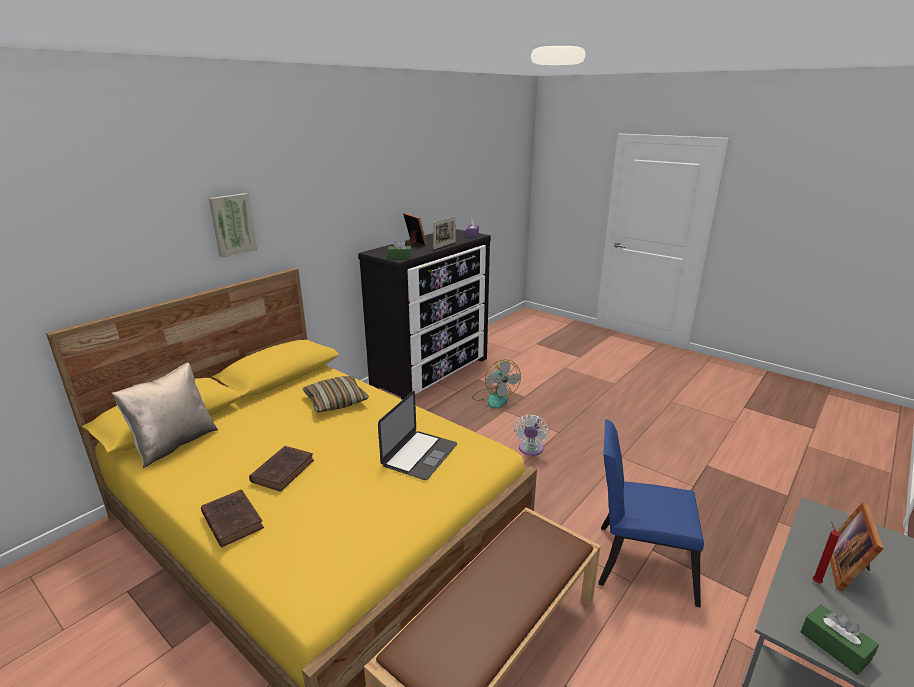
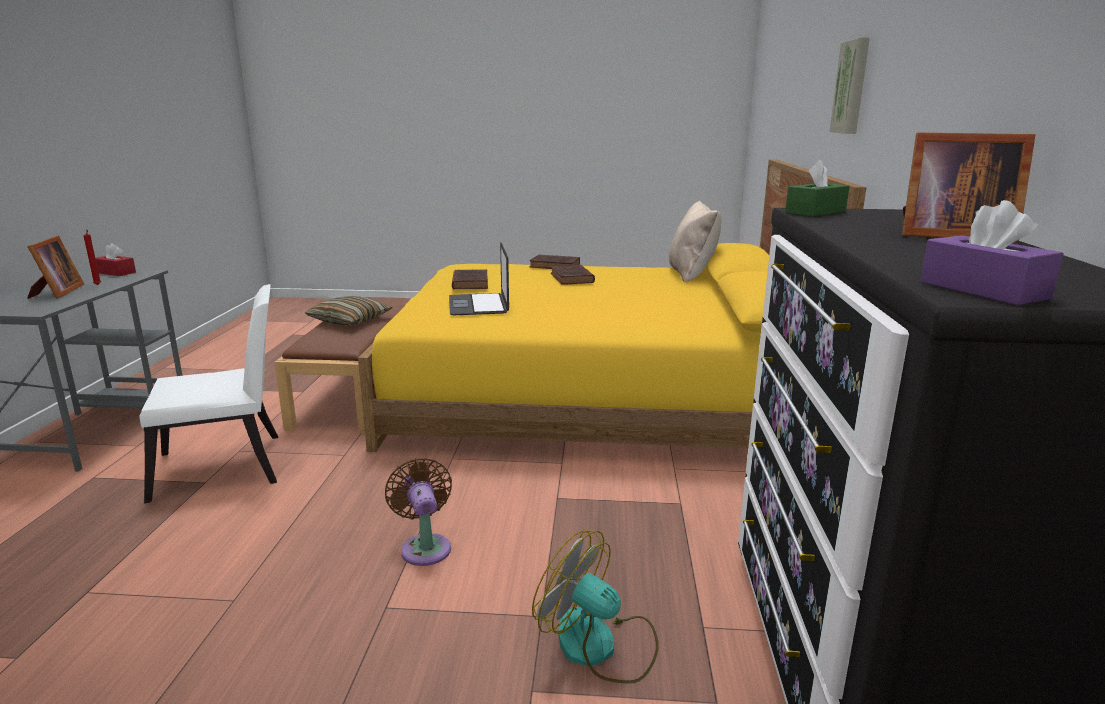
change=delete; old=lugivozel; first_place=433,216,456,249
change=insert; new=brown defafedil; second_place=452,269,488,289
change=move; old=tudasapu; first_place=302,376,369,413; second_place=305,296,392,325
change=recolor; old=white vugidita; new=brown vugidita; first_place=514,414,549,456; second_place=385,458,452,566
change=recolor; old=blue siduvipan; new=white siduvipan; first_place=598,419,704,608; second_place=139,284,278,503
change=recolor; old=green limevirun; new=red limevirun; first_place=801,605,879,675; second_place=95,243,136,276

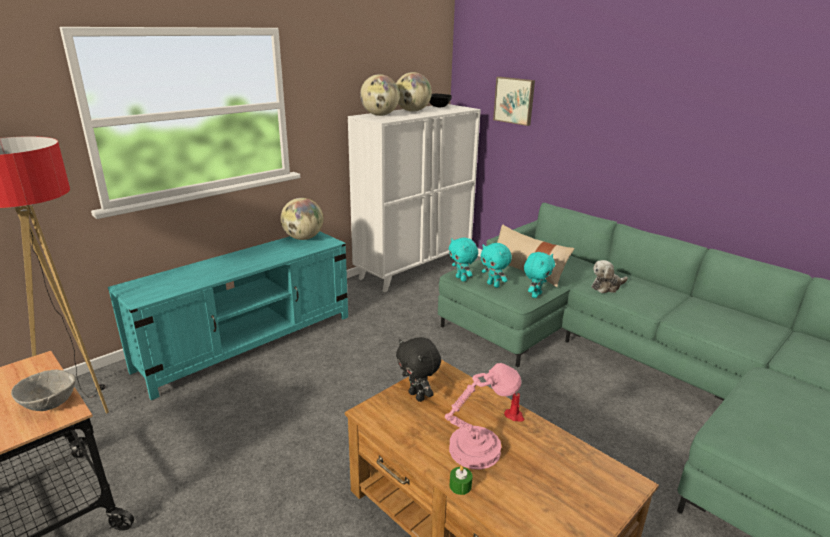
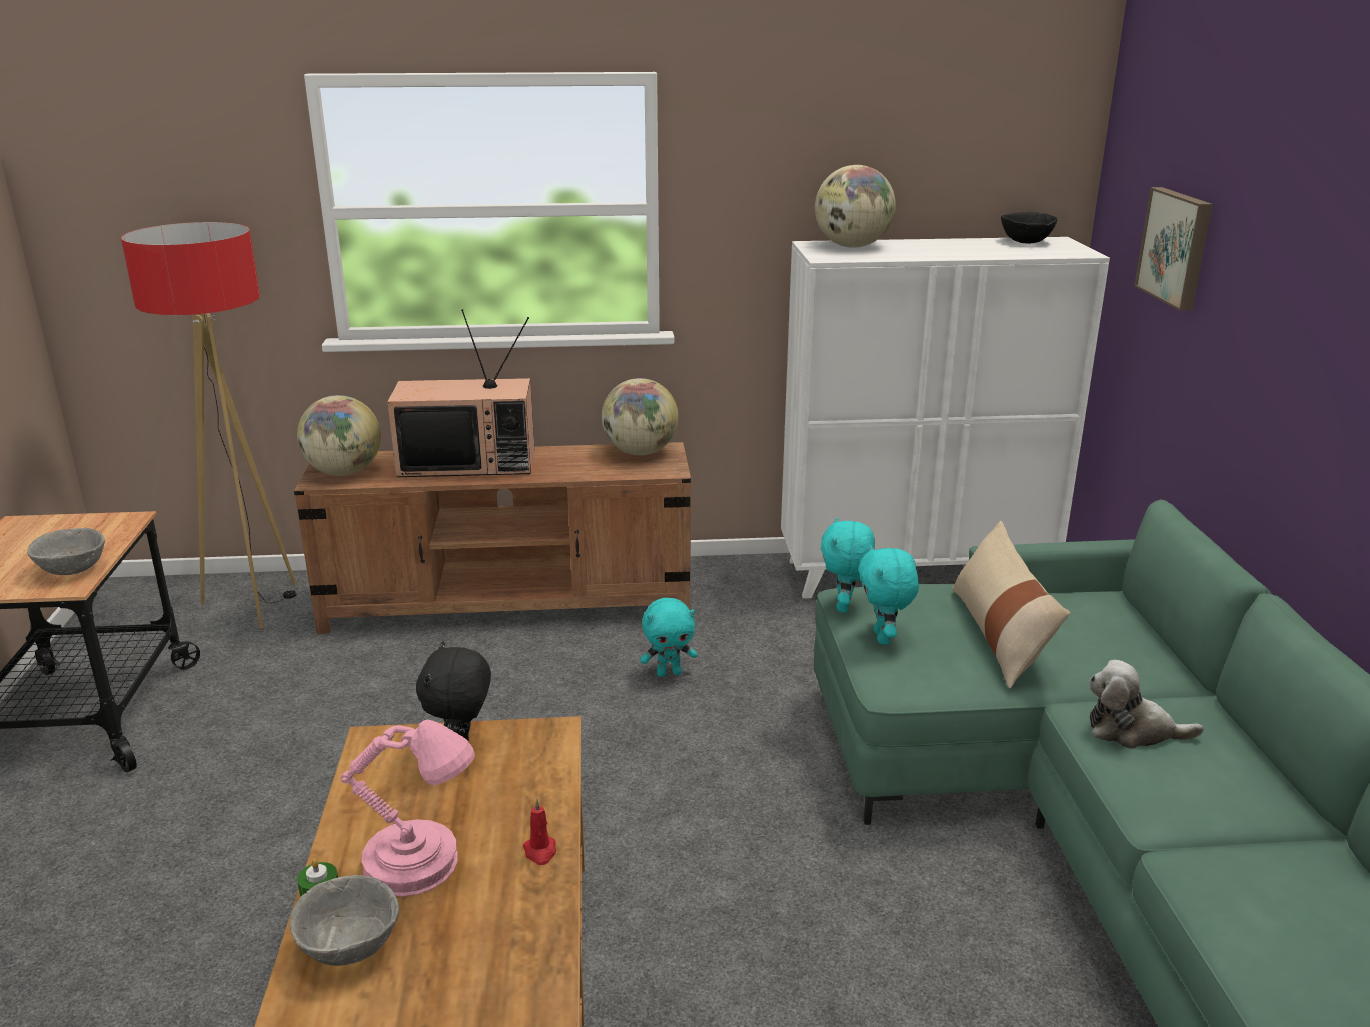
change=insert; new=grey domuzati; second_place=290,875,399,966
change=insert; new=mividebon; second_place=387,309,534,477
change=move; old=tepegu; first_place=396,72,432,112; second_place=297,395,381,476
change=move; old=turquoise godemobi; first_place=524,252,555,298; second_place=640,598,697,677
change=recolor; old=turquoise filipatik; new=brown filipatik; first_place=108,231,348,400; second_place=294,442,691,634

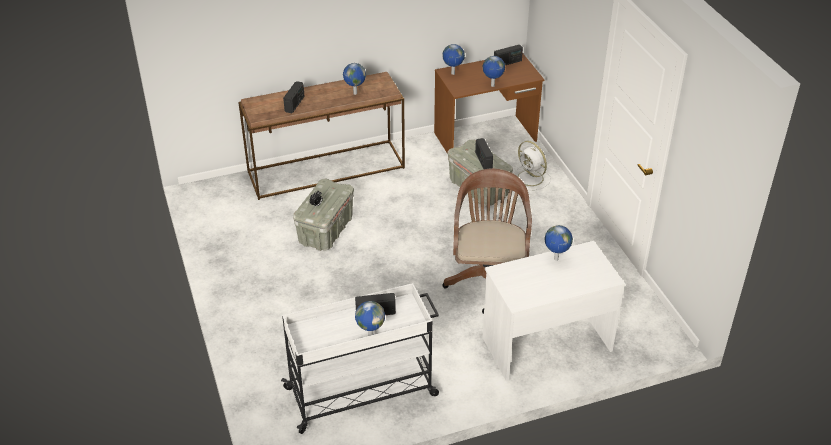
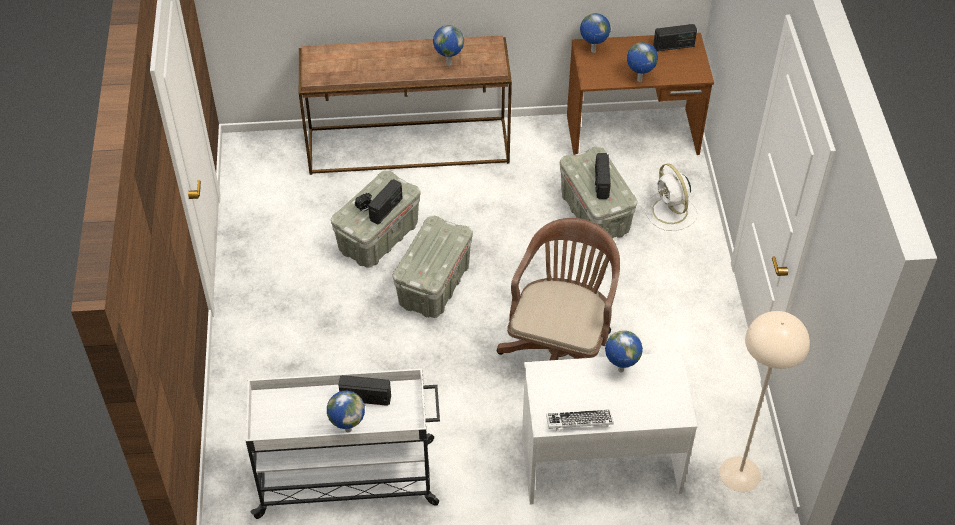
change=insert; new=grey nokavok; second_place=393,216,473,318
change=insert; new=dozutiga; second_place=546,410,614,430
change=insert; new=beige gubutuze; second_place=719,311,810,492
change=move; old=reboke; first_place=283,81,305,113; second_place=368,179,403,225

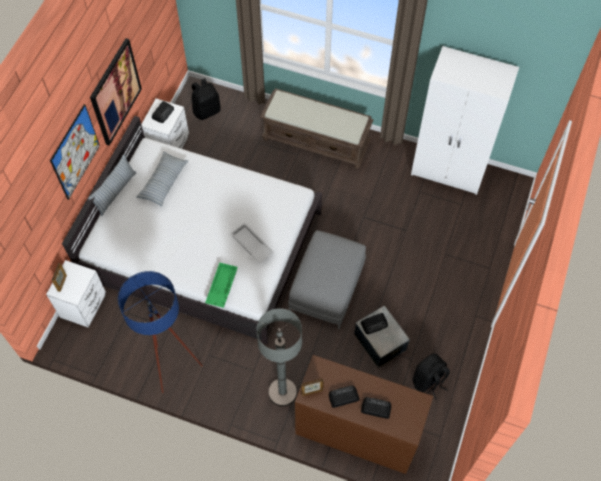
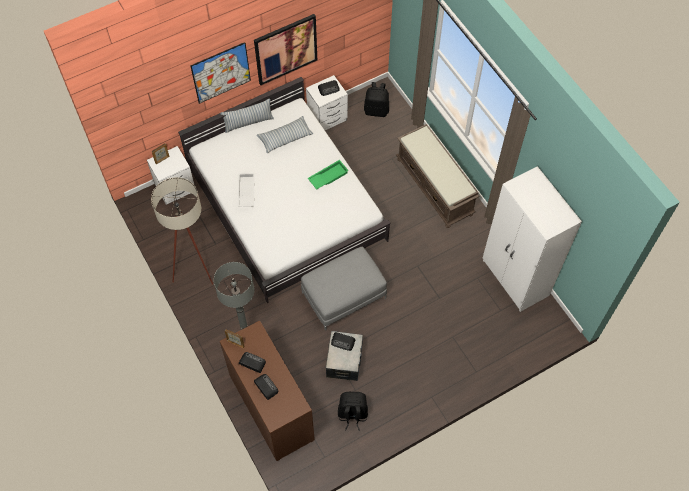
change=move; old=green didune; first_place=205,262,238,308; second_place=308,160,349,190
change=move; old=white didune; first_place=231,223,274,263; second_place=238,173,255,207
change=recolor; old=blue gubutuze; new=beige gubutuze; first_place=118,271,203,393; second_place=151,177,213,285

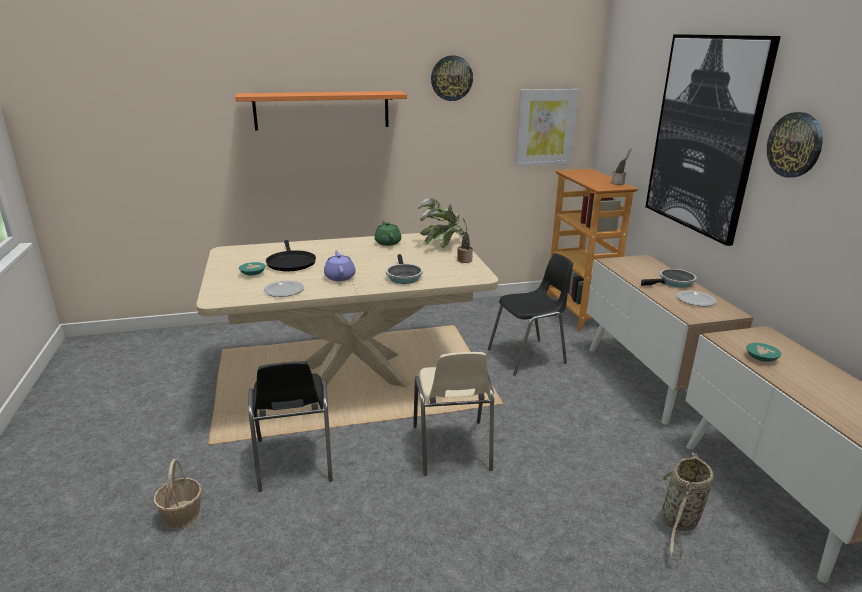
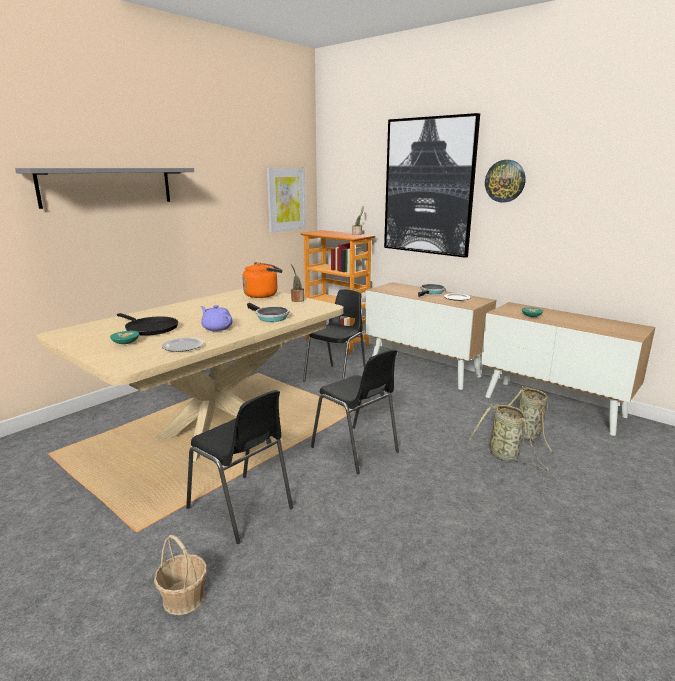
change=delete; old=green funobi; first_place=374,221,401,246
change=delete; old=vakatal; first_place=431,55,473,101
change=insert; new=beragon; second_place=469,404,550,471
change=replace; old=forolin; new=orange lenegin; first_place=418,198,465,248; second_place=242,262,282,298
change=recolor; old=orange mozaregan; new=grey mozaregan; first_place=235,91,407,131; second_place=15,168,194,209
change=recolor; old=beige siduvipan; new=black siduvipan; first_place=413,352,494,476; second_place=311,349,399,474

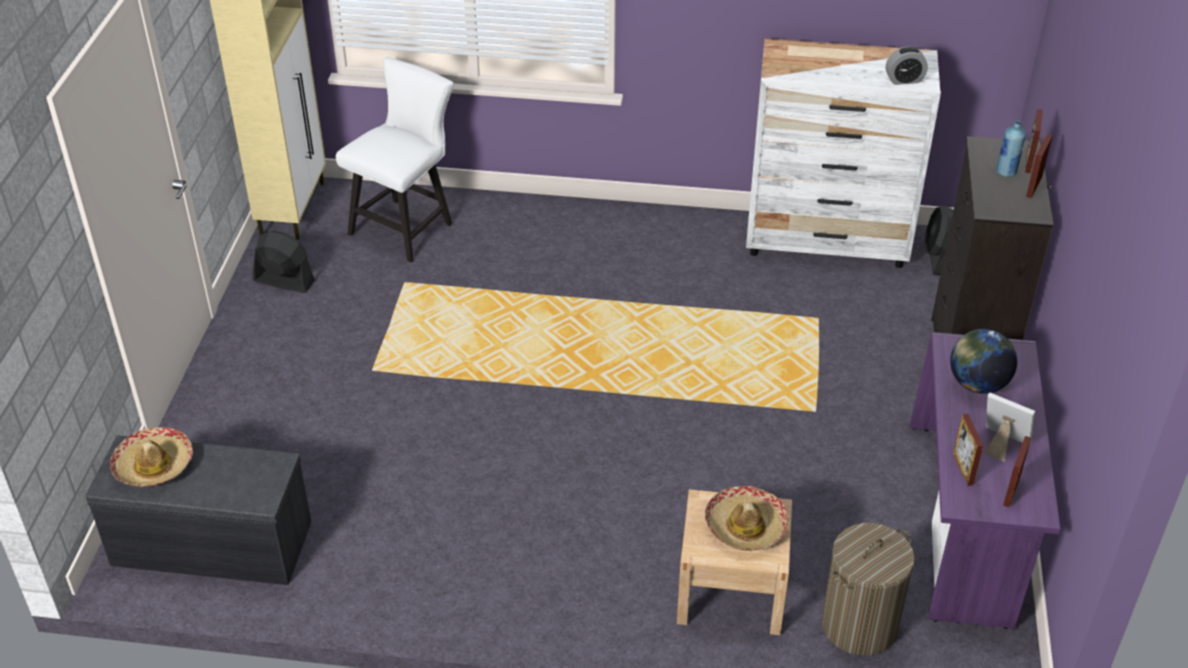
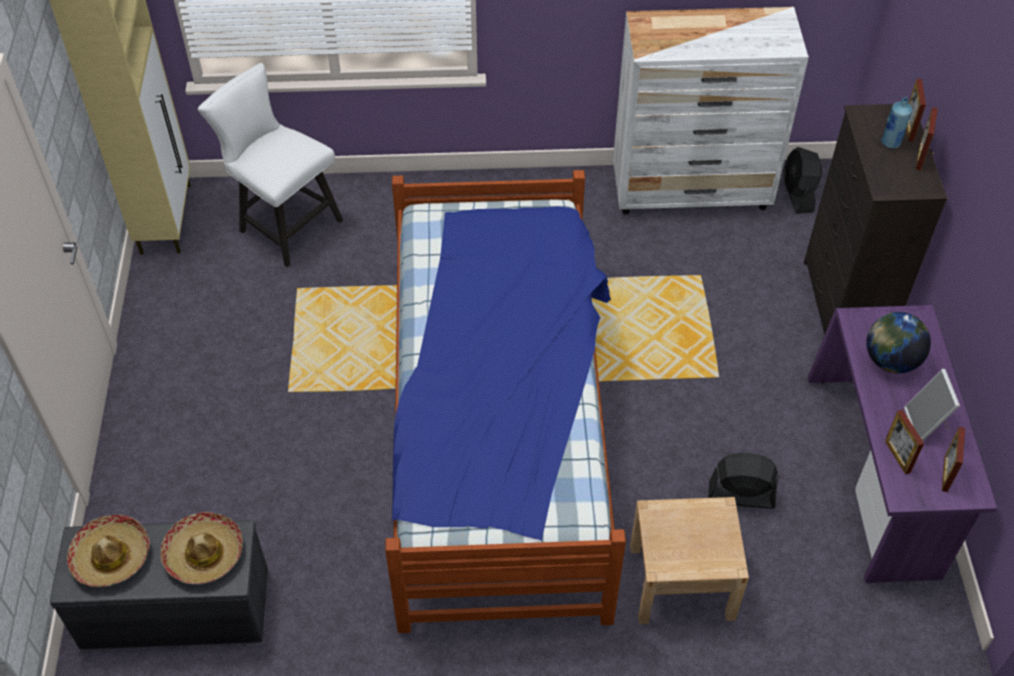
change=delete; old=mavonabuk; first_place=822,523,915,655
change=delete; old=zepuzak; first_place=886,47,928,85
change=insert; new=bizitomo; second_place=385,170,626,633
change=move; old=black vugidita; first_place=253,230,315,293; second_place=708,453,779,509
change=move; old=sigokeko; first_place=705,486,789,551; second_place=161,512,243,584
change=rotate; old=white siduvipan; first_place=336,57,454,263; second_place=198,63,343,267; degrees=-75
change=rotate; old=lugivozel; first_place=984,393,1035,462; second_place=904,369,960,441; degrees=-120

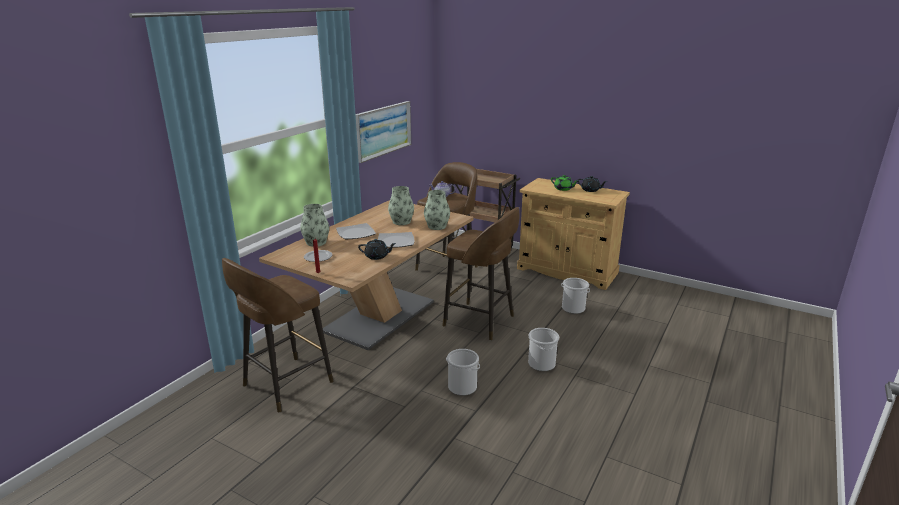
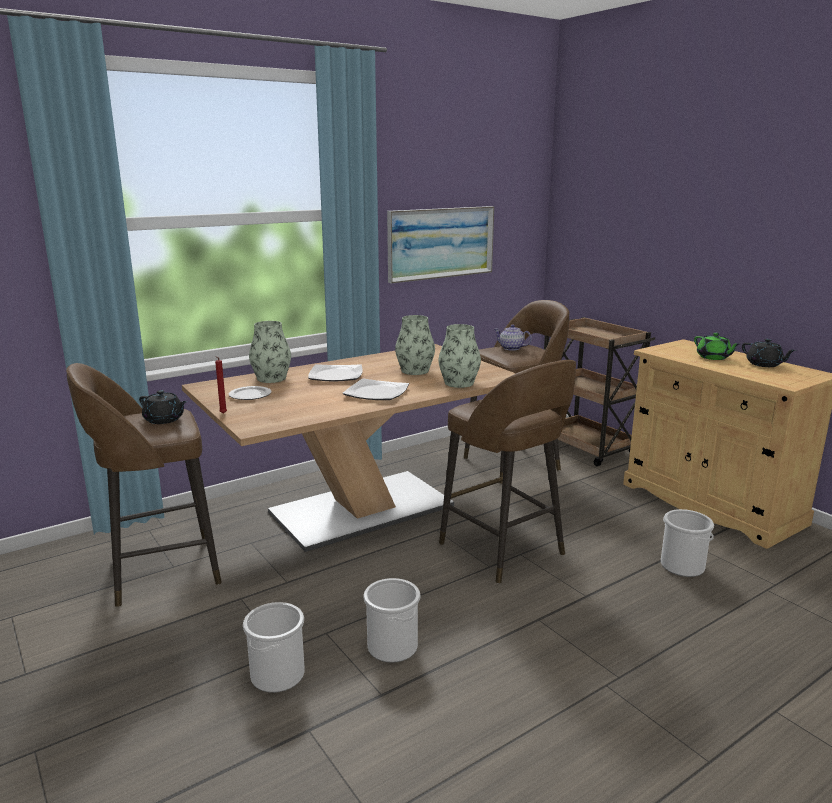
change=move; old=black funobi; first_place=358,239,396,260; second_place=139,390,187,424
change=move; old=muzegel; first_place=528,328,559,371; second_place=243,602,305,693

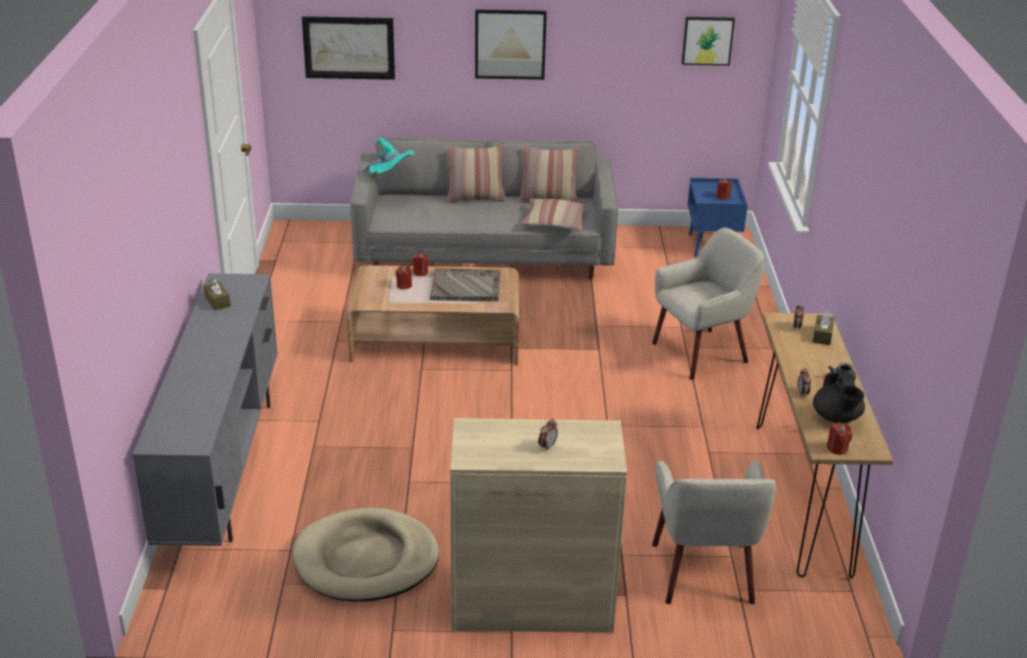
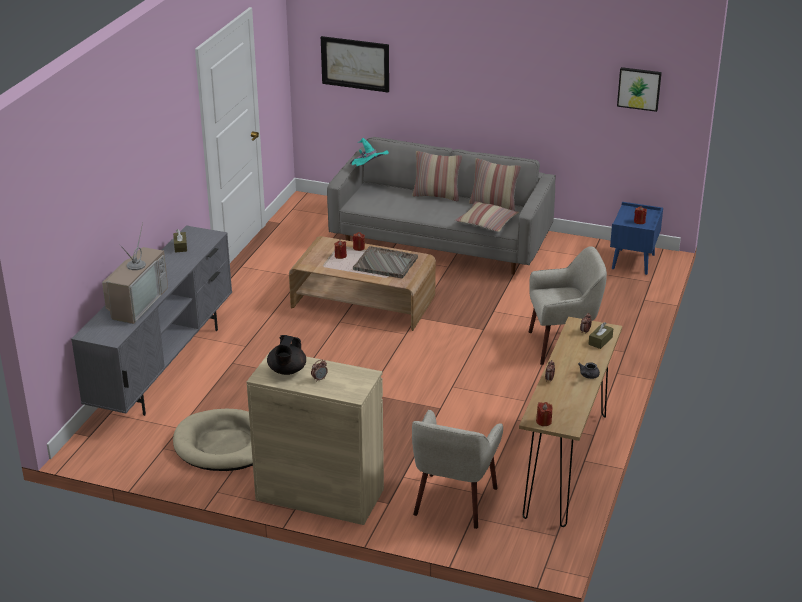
change=delete; old=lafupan; first_place=475,9,547,80
change=insert; new=mividebon; second_place=102,222,168,324
change=move; old=black funobi; first_place=813,373,865,423; second_place=267,335,306,375

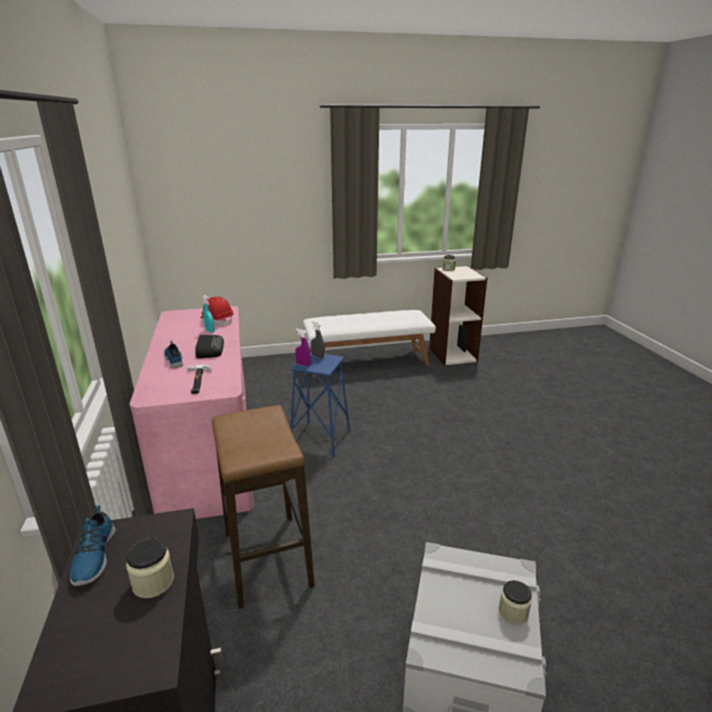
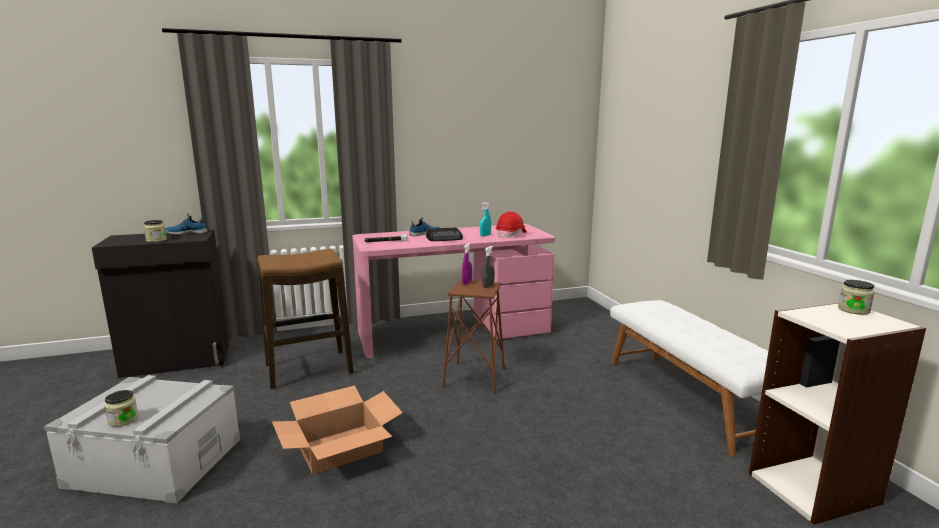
change=insert; new=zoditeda; second_place=272,385,403,475
change=recolor; old=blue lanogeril; new=brown lanogeril; first_place=290,352,350,457; second_place=442,280,505,393

